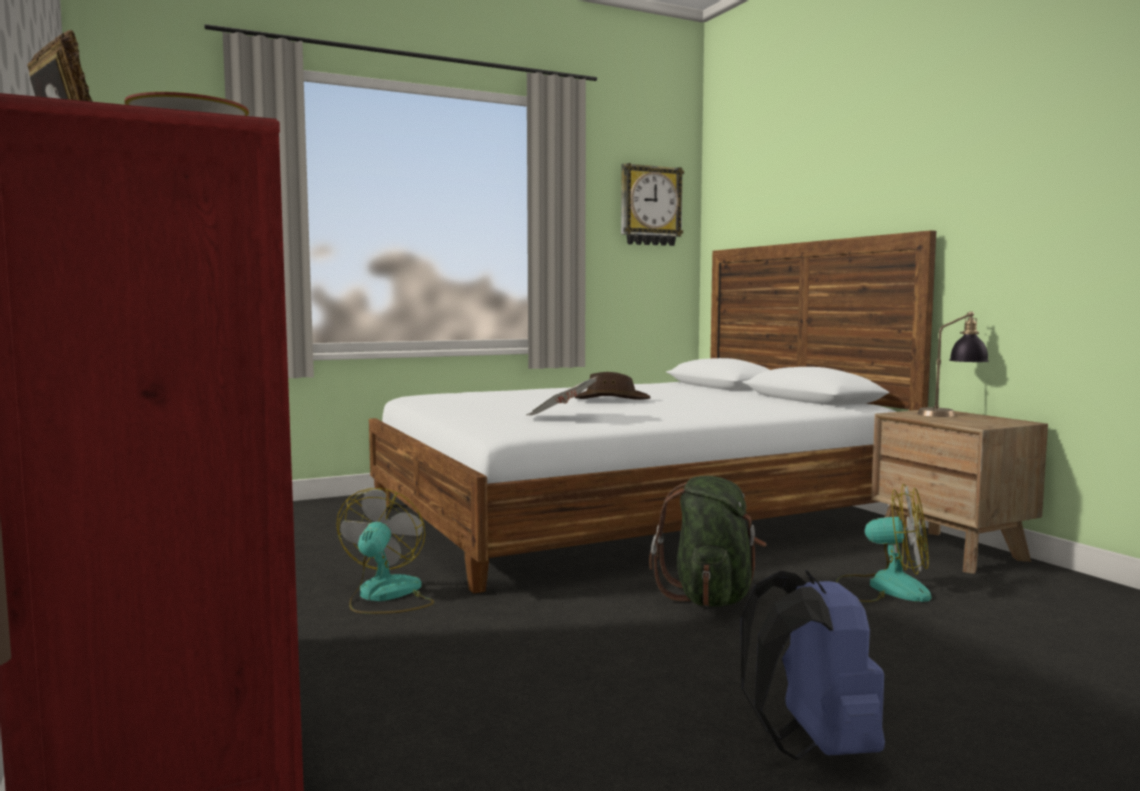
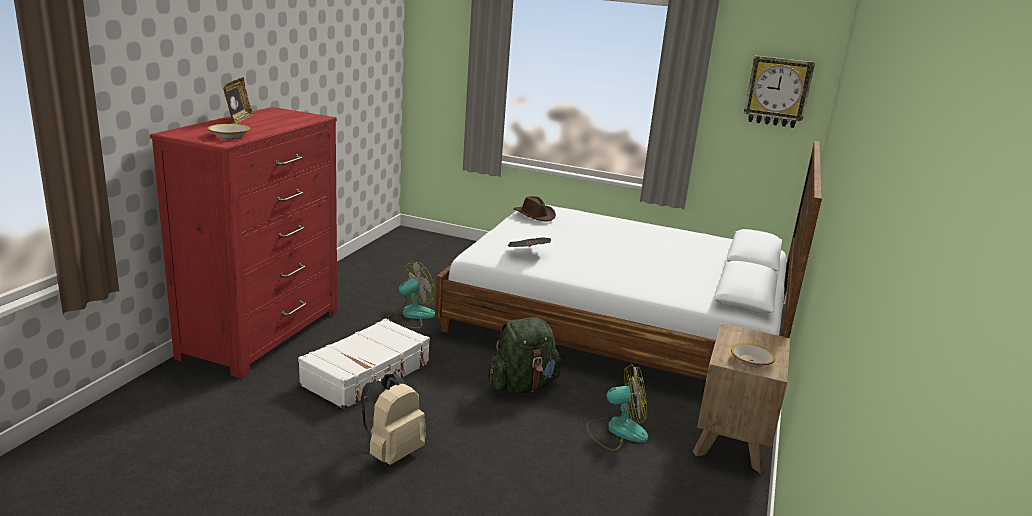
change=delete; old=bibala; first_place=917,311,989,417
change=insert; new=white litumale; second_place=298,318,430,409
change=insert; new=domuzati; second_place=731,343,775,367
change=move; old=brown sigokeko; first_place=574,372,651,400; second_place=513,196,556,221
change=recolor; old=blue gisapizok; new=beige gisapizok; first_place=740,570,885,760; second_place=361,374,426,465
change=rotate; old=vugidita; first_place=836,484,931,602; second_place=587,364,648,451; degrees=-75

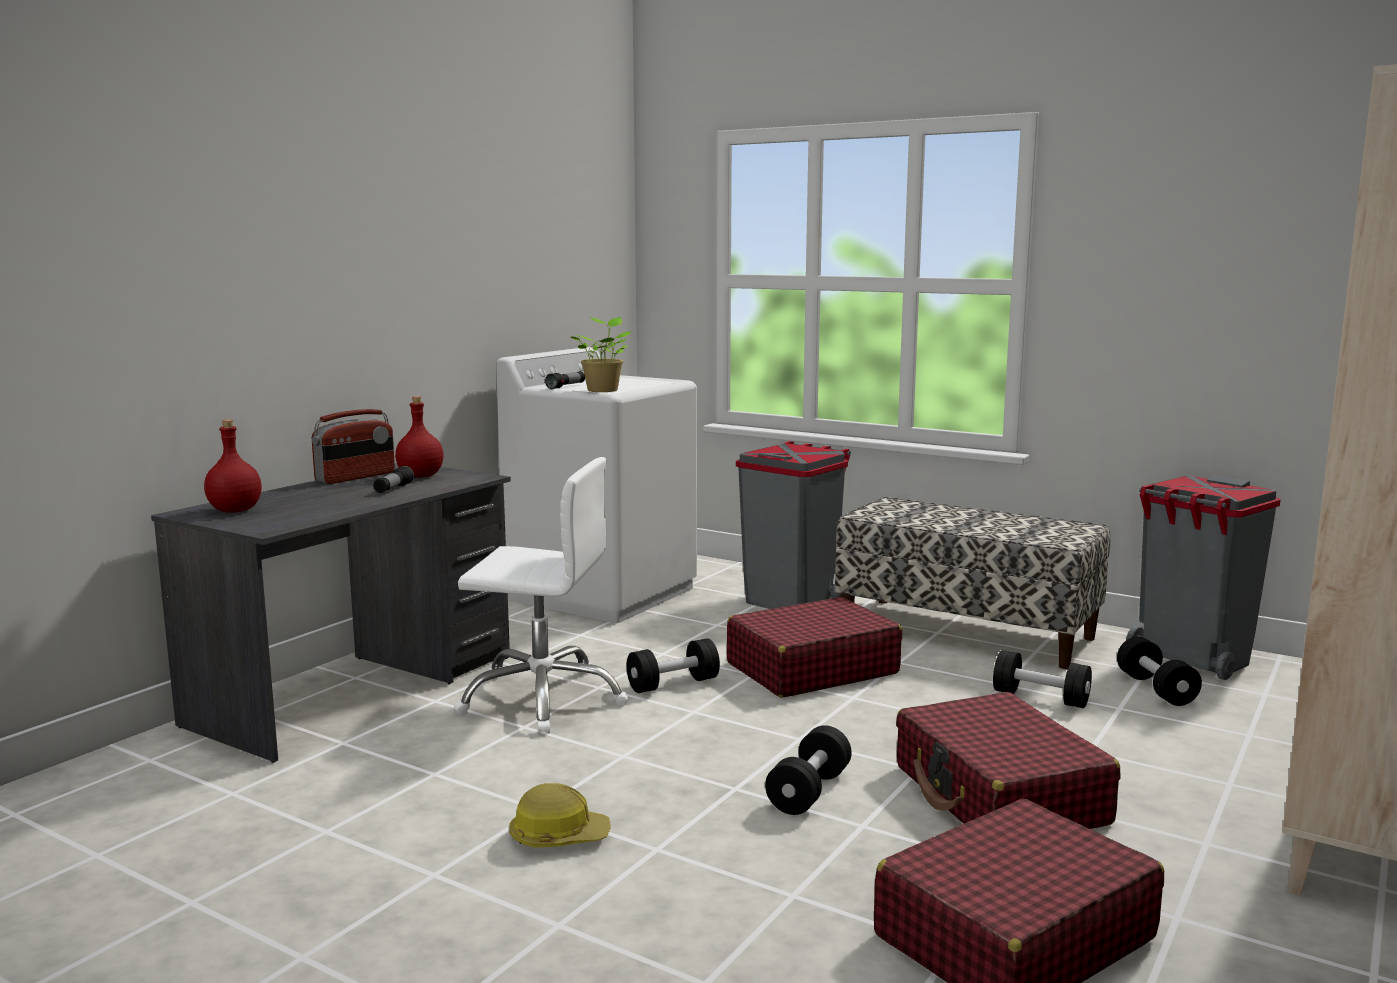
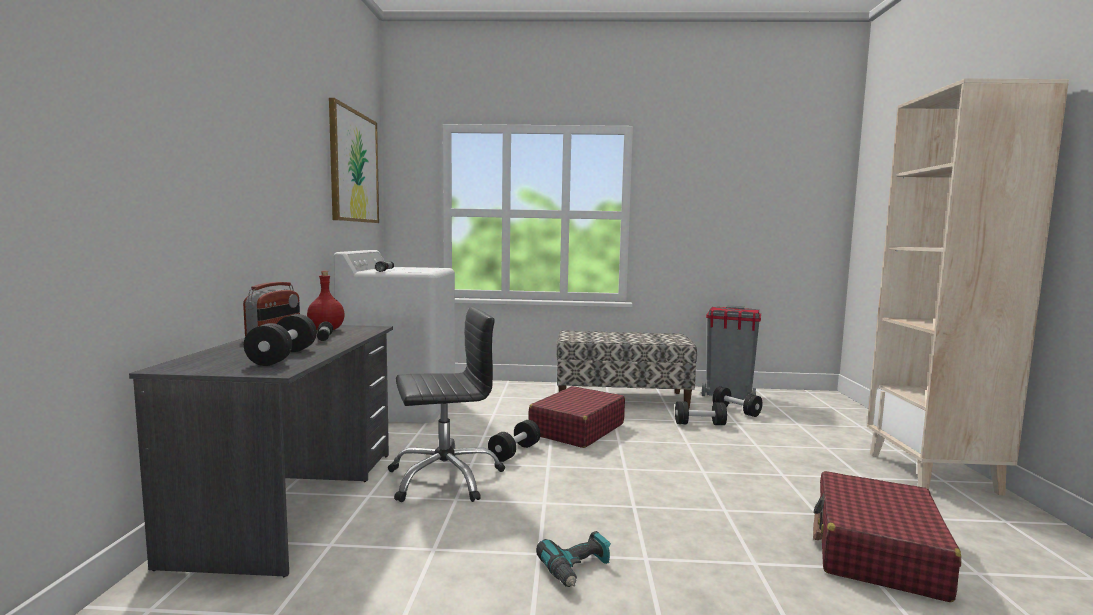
change=delete; old=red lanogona; first_place=204,419,262,512
change=delete; old=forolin; first_place=571,317,631,392
change=delete; old=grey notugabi; first_place=736,441,851,609
change=delete; old=red litumale; first_place=896,692,1120,829
change=insert; new=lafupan; second_place=329,98,379,223
change=move; old=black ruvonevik; first_place=765,725,852,815; second_place=244,314,317,366
change=replace; old=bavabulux; new=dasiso; first_place=509,783,611,847; second_place=536,531,611,587
change=recolor; old=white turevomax; new=black turevomax; first_place=454,457,629,734; second_place=388,307,505,502

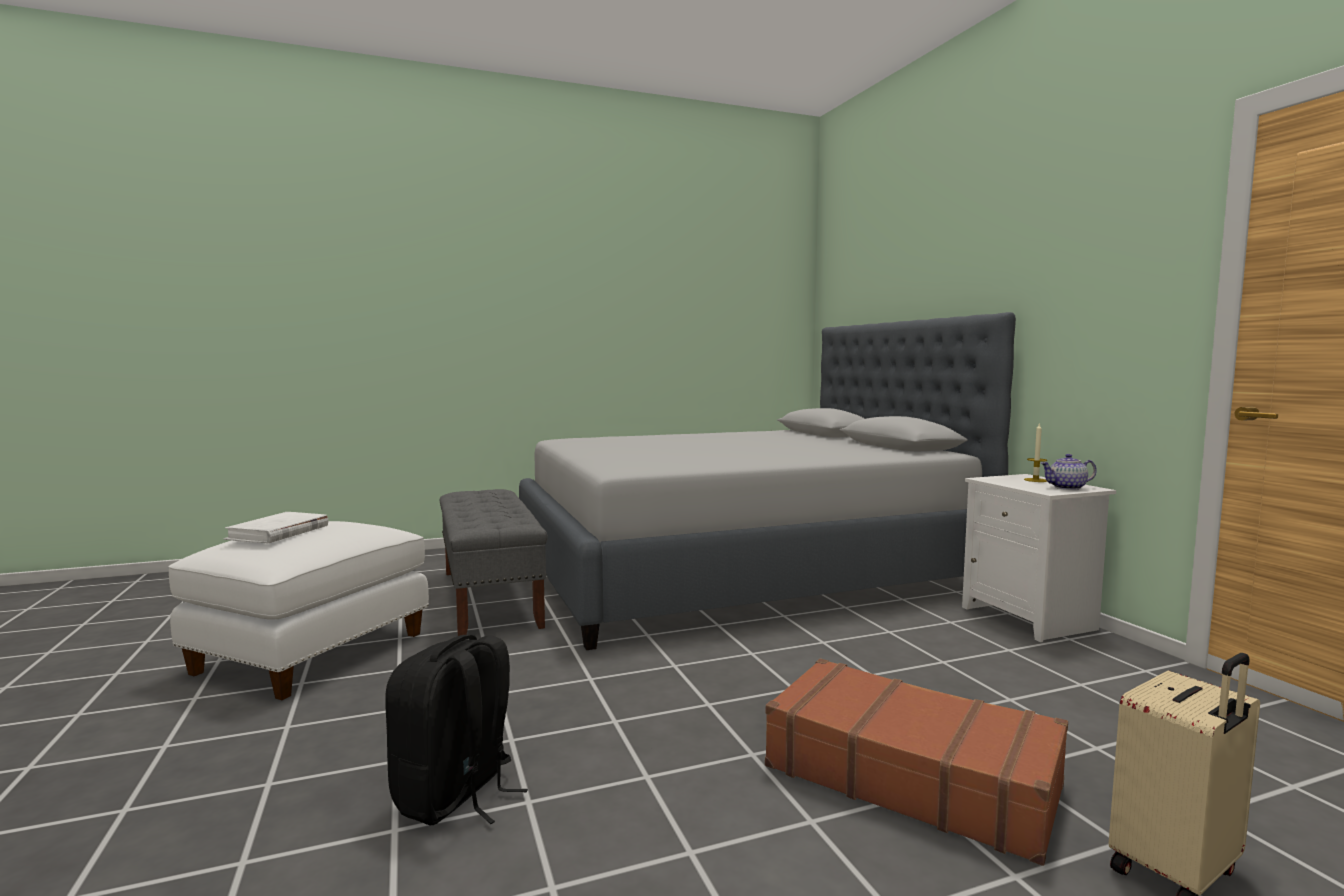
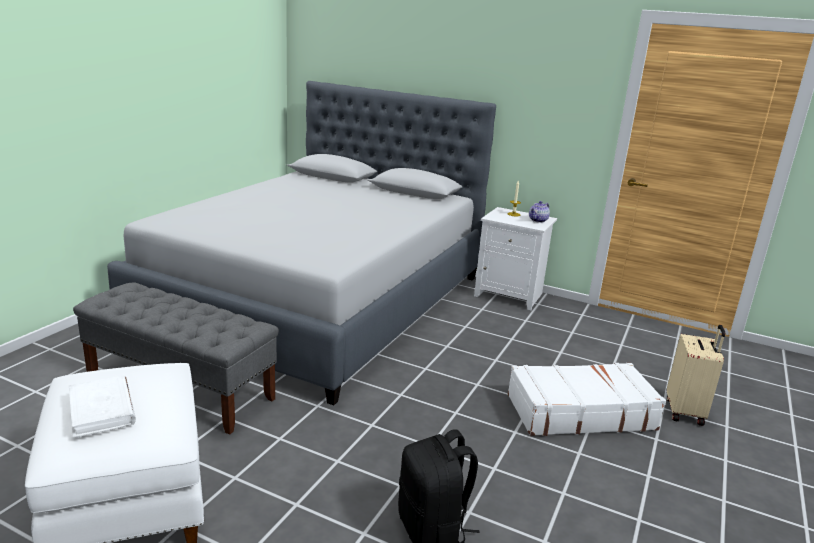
change=recolor; old=brown litumale; new=white litumale; first_place=765,659,1068,866; second_place=508,363,666,436

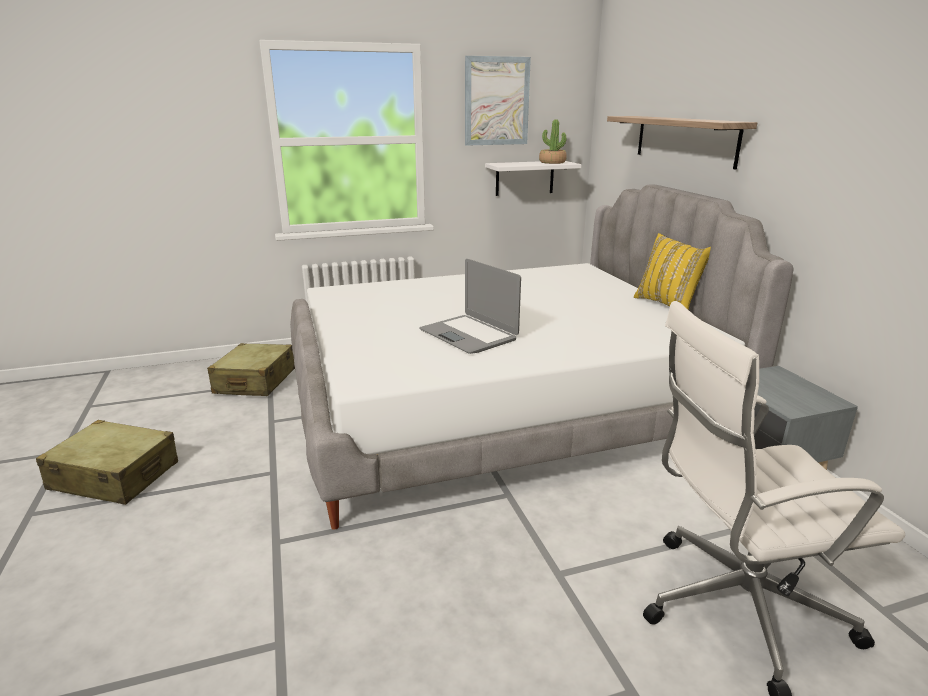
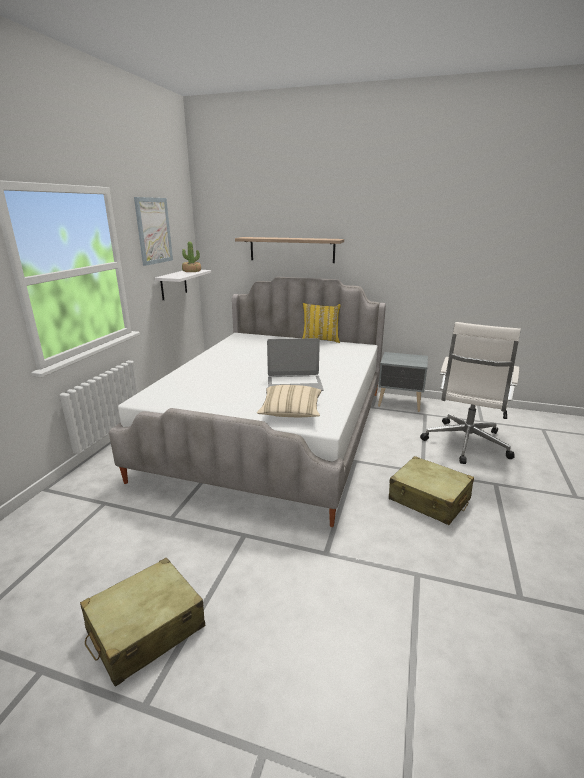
change=insert; new=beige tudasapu; second_place=257,385,321,417
change=move; old=beige litumale; first_place=207,343,295,396; second_place=389,456,474,525

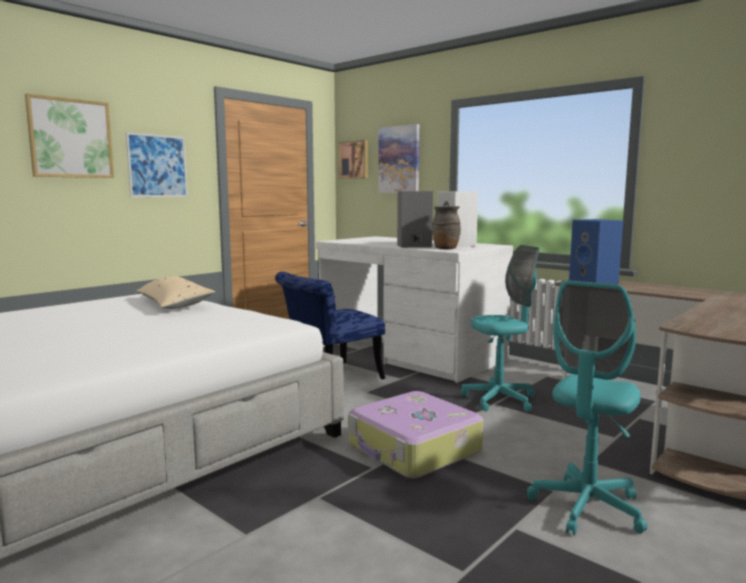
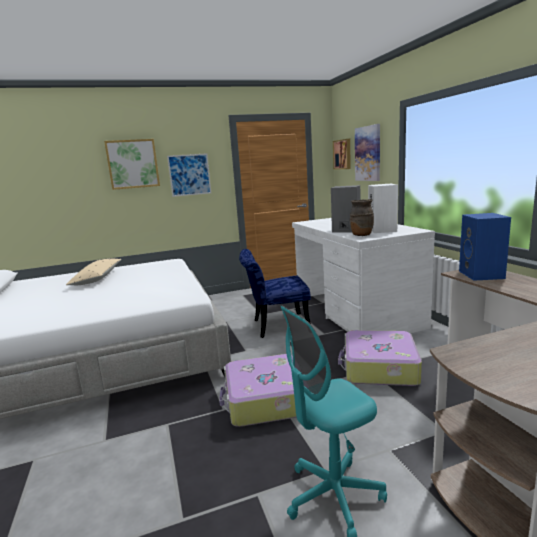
change=move; old=beige tudasapu; first_place=136,276,215,309; second_place=66,258,122,285
change=replace; old=turquoise turevomax; new=litumale; first_place=461,245,540,412; second_place=338,330,422,386

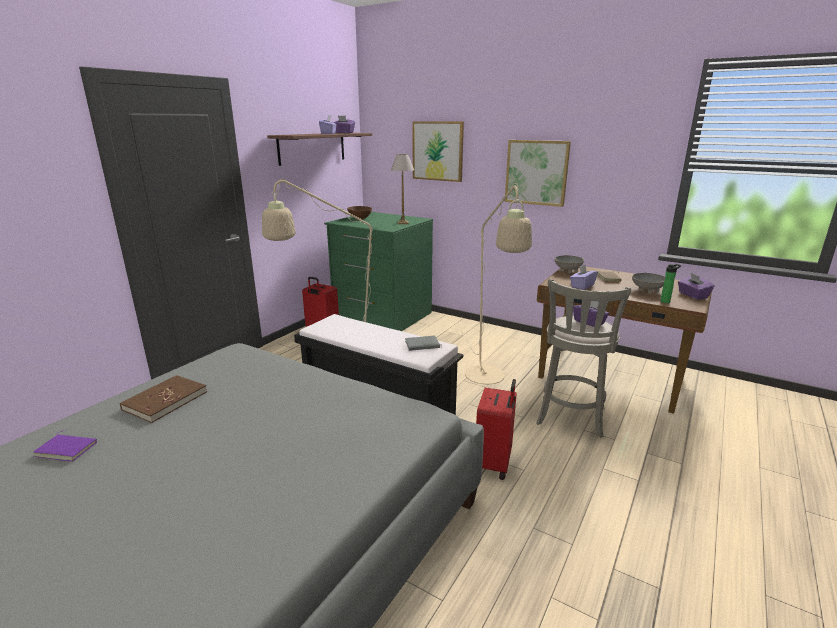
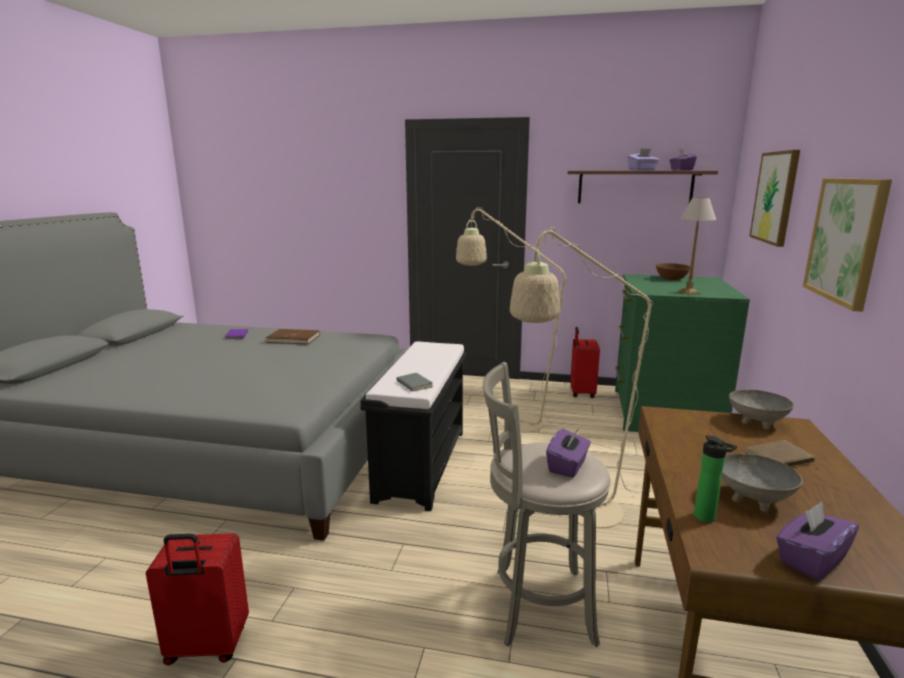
change=delete; old=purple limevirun; first_place=570,264,598,290
change=move; old=red litumale; first_place=476,379,517,480; second_place=146,533,249,665

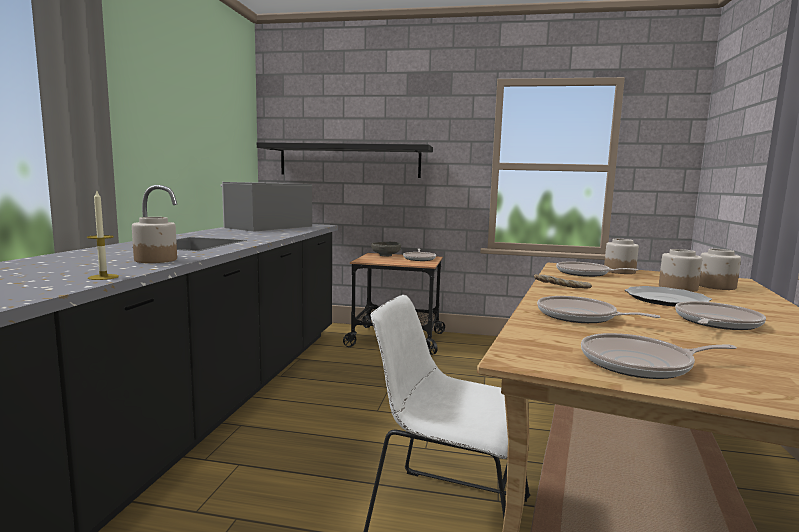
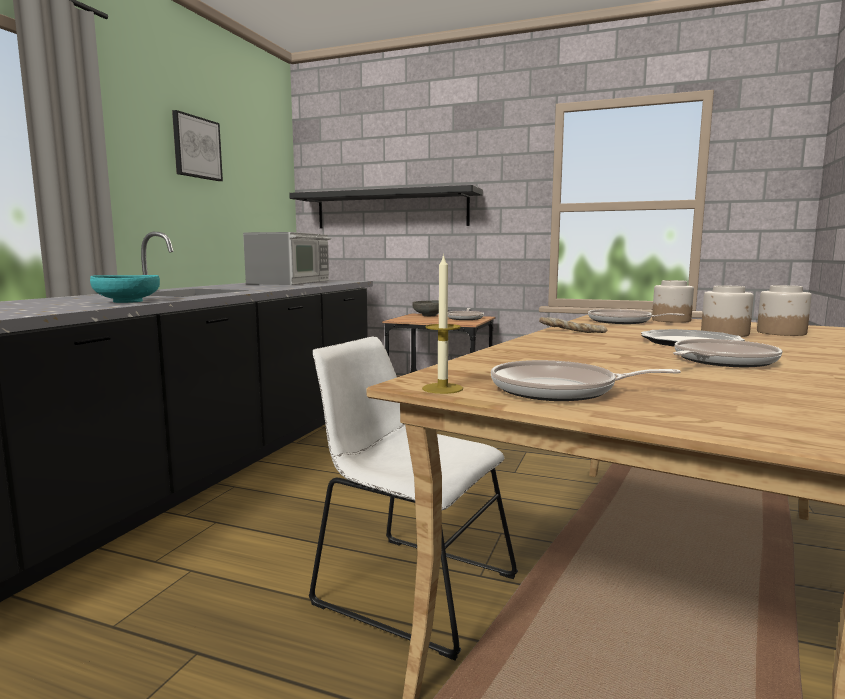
change=delete; old=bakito; first_place=537,296,660,323
change=insert; new=lafupan; second_place=172,110,223,181
change=move; old=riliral; first_place=87,191,119,280; second_place=422,254,463,394
change=replace; old=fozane; new=turquoise domuzati; first_place=132,217,177,263; second_place=90,275,160,303
change=rotate; old=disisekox; first_place=220,182,312,232; second_place=243,232,331,285; degrees=150

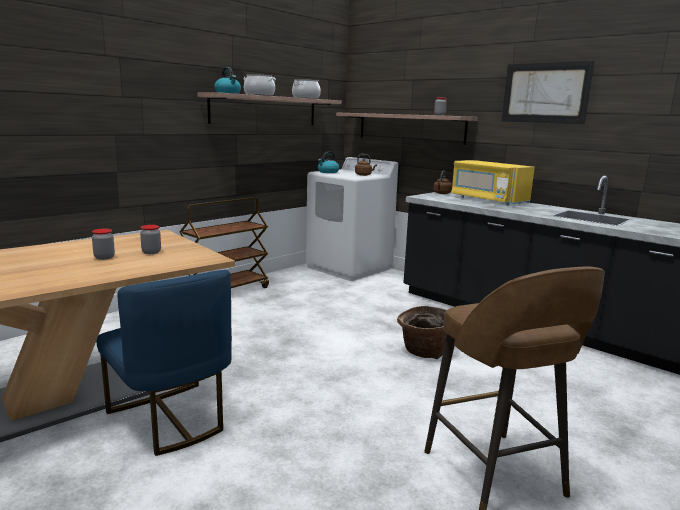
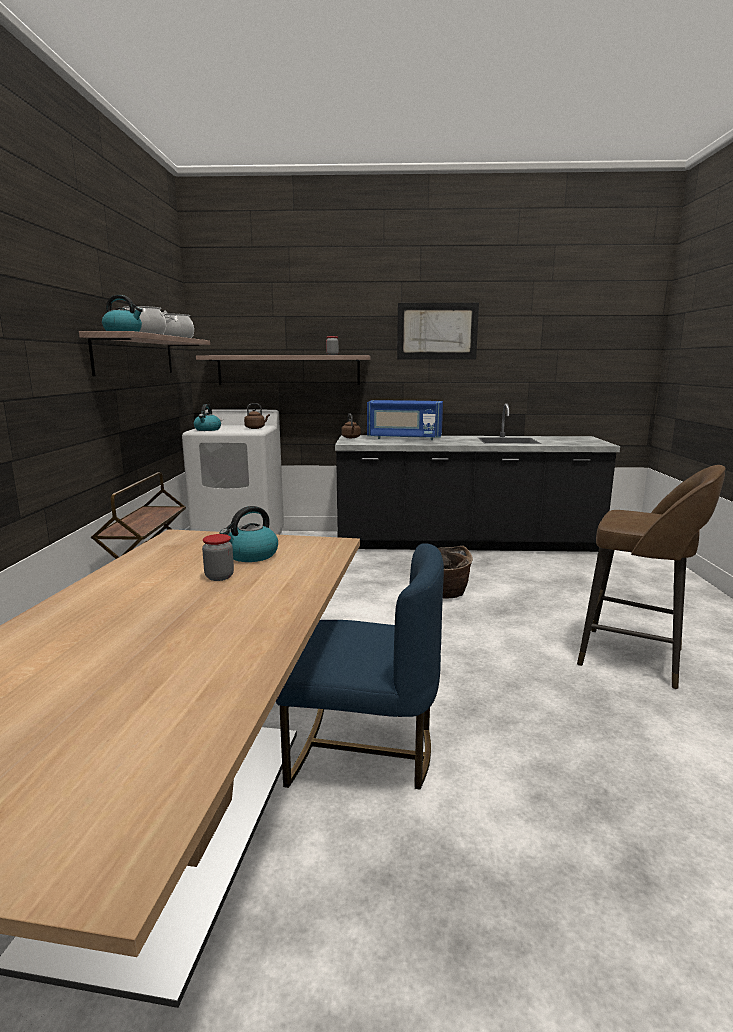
change=replace; old=fozane; new=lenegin; first_place=140,225,161,254; second_place=219,506,278,562
change=recolor; old=yellow disisekox; new=blue disisekox; first_place=451,160,535,206; second_place=367,400,443,440

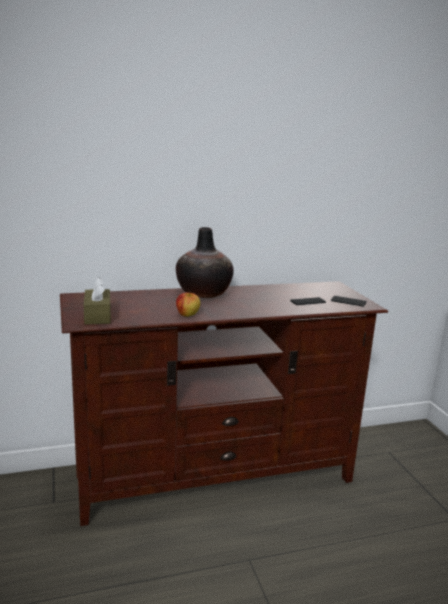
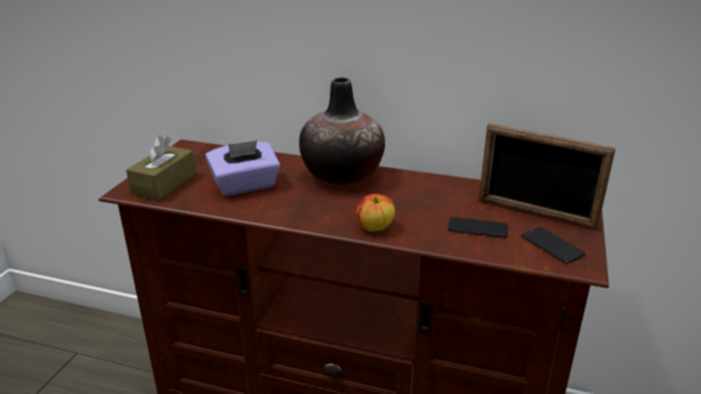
change=insert; new=purple limevirun; second_place=205,140,280,196
change=insert; new=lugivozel; second_place=479,123,616,230
change=move; old=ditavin; first_place=176,292,200,317; second_place=356,194,395,232

